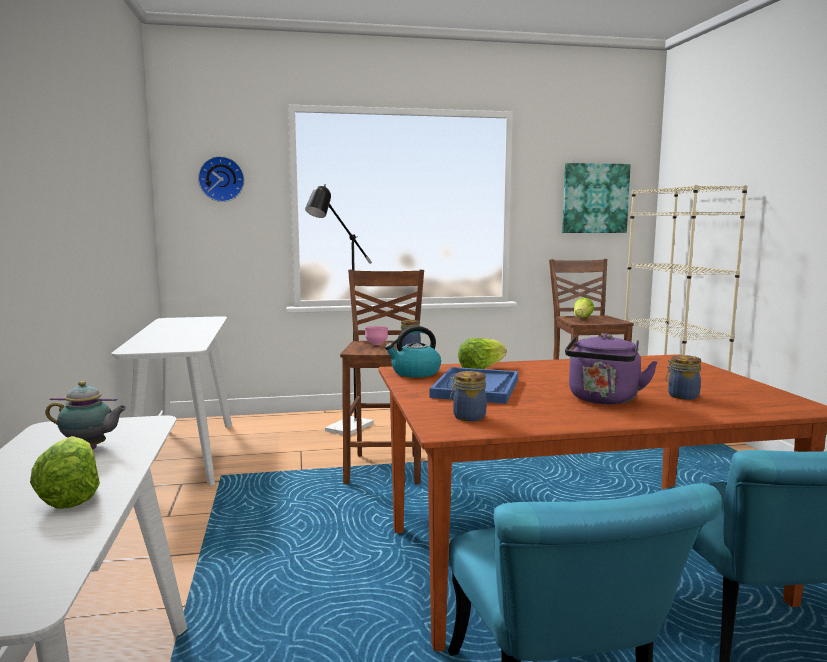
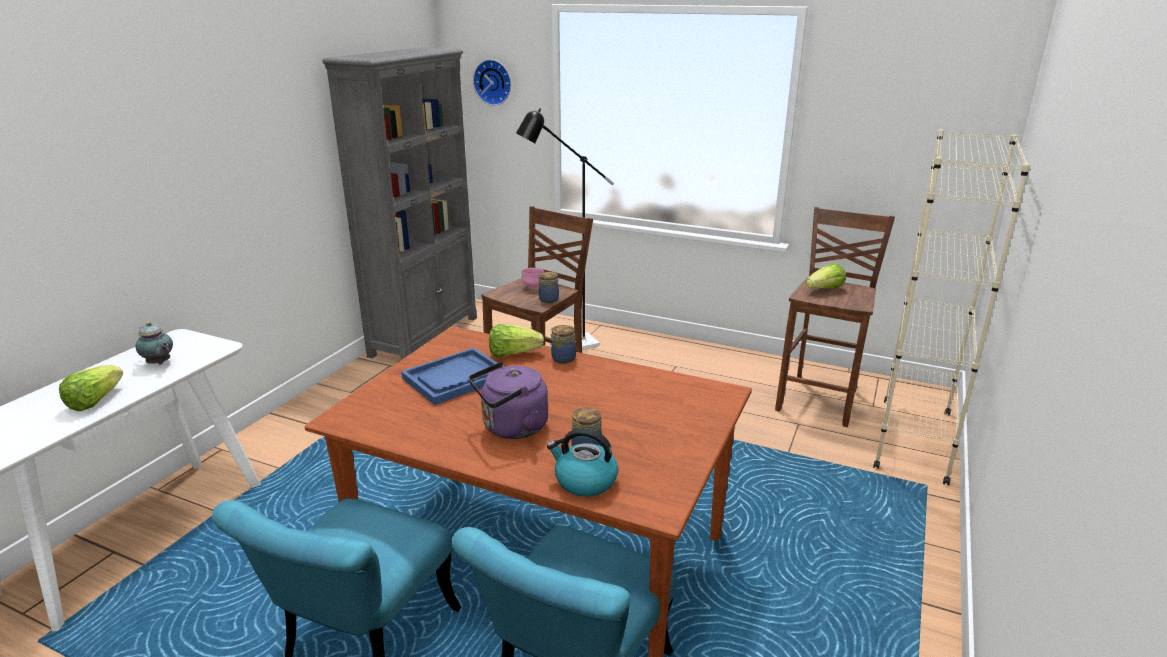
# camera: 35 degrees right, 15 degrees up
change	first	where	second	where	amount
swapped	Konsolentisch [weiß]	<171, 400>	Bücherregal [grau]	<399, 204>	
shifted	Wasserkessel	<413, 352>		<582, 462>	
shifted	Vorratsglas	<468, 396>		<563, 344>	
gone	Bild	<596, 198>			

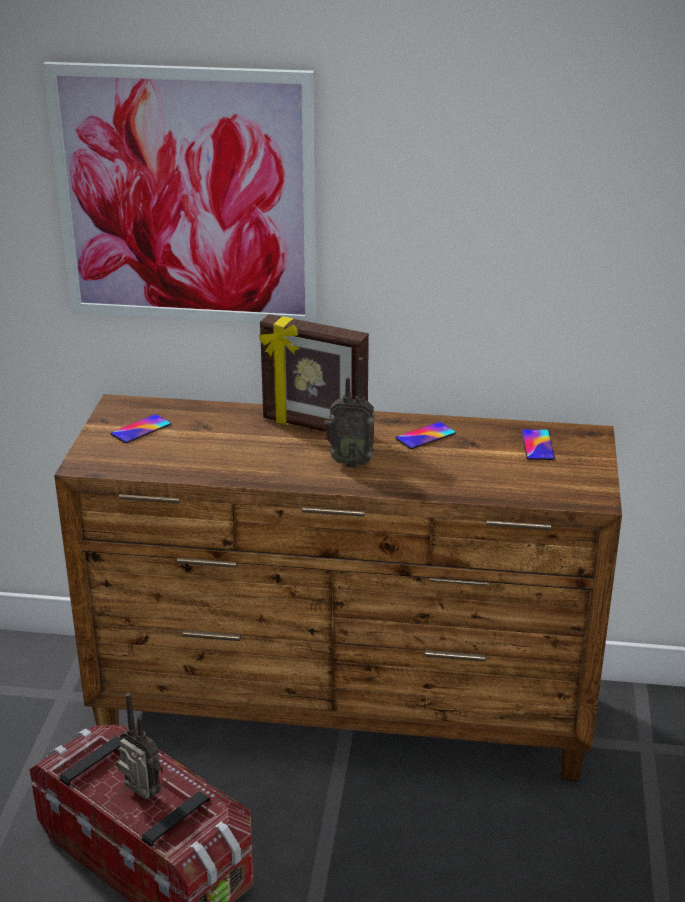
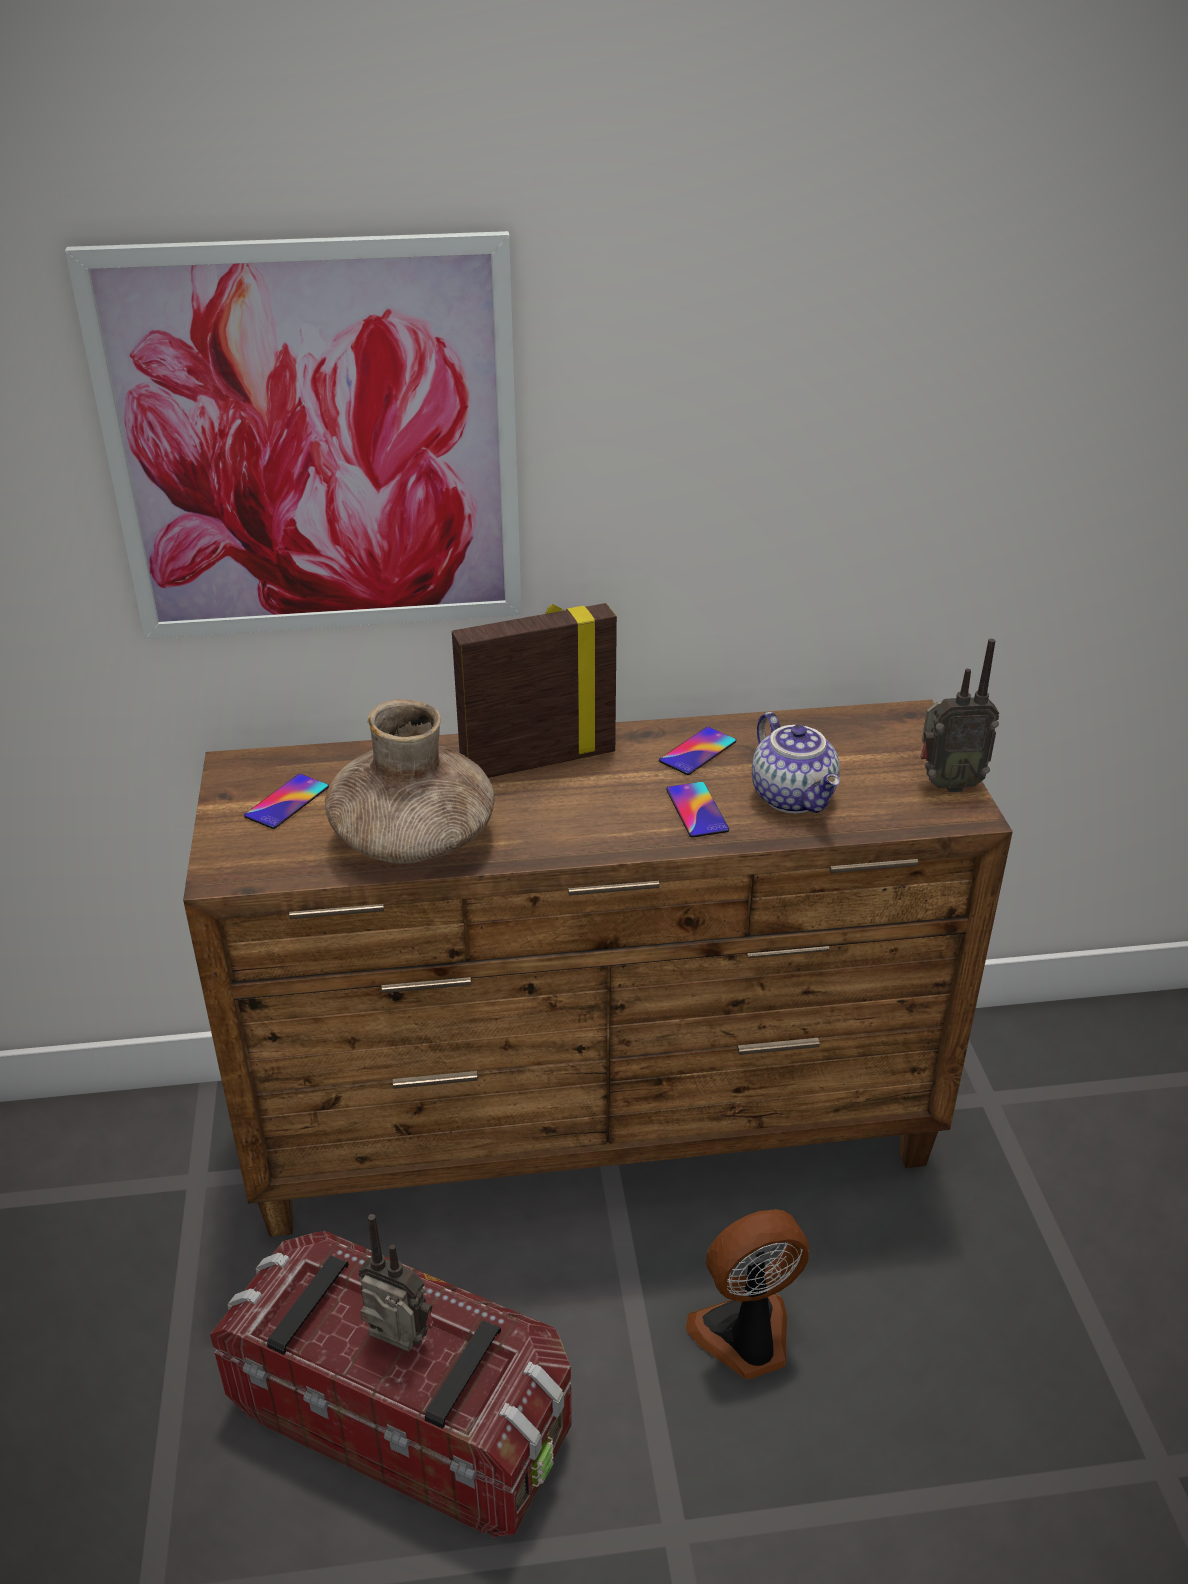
# camera: 15 degrees left, 5 degrees up
change	first	where	second	where	amount
new			Vase [braun]	<409, 781>	
rotated	Bilderrahmen	<314, 373>		<534, 690>	150 degrees clockwise
shifted	Handy	<538, 444>		<697, 809>	
new			Ventilator	<747, 1294>	
new			Teekanne	<796, 763>	
shifted	Radio	<349, 413>		<960, 715>	

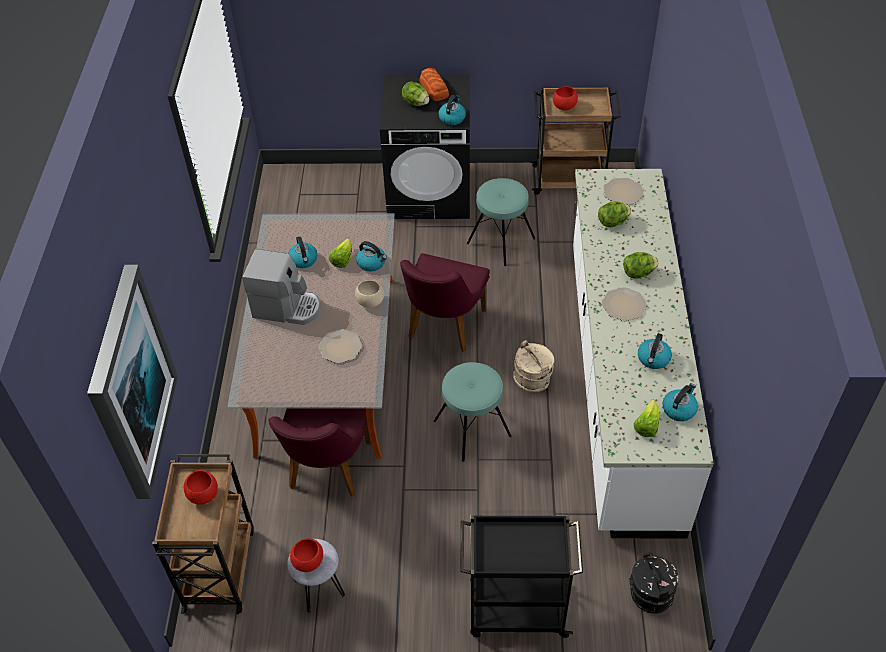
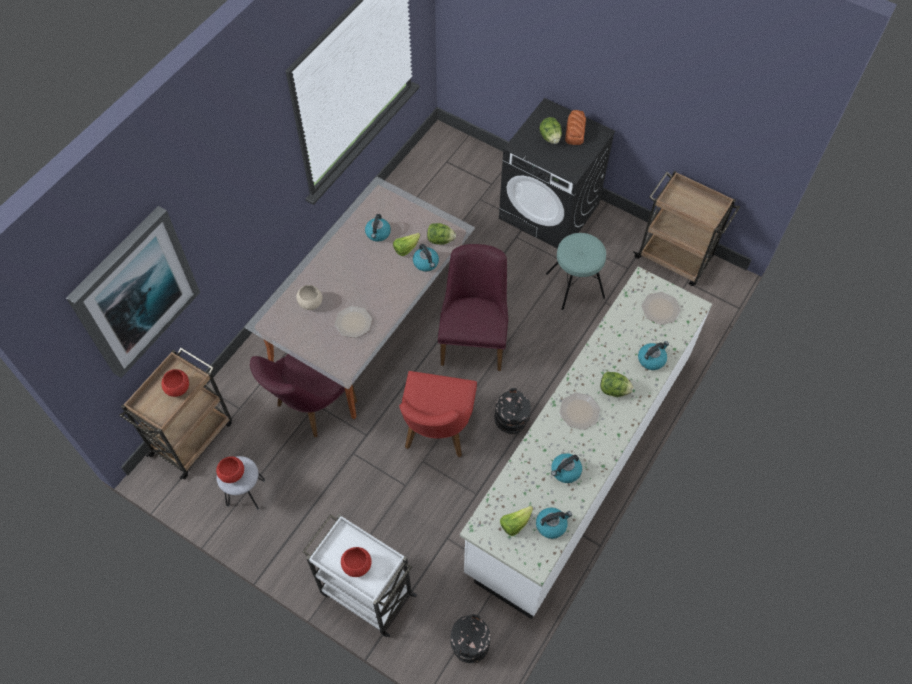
# camera: 30 degrees right, 10 degrees up
change	first	where	second	where	amount
shifted	Schüssel [beige]	<369, 294>		<309, 297>	
repainted	Rollwagen [schwarz]	<522, 576>	Rollwagen [weiß]	<359, 575>	
shifted	Schüssel [rot]	<565, 98>		<356, 562>	
swapped	Hocker [türkis]	<473, 412>	Stuhl [rot]	<438, 414>	
shifted	Salatkopf	<614, 214>		<441, 234>	
rotated	Stuhl [lila]	<445, 302>		<473, 307>	135 degrees clockwise
repainted	Eimer [beige]	<533, 366>	Eimer [schwarz]	<513, 411>	
shifted	Wasserkessel	<452, 110>		<653, 355>	
gone	Kaffeemaschine	<281, 287>			

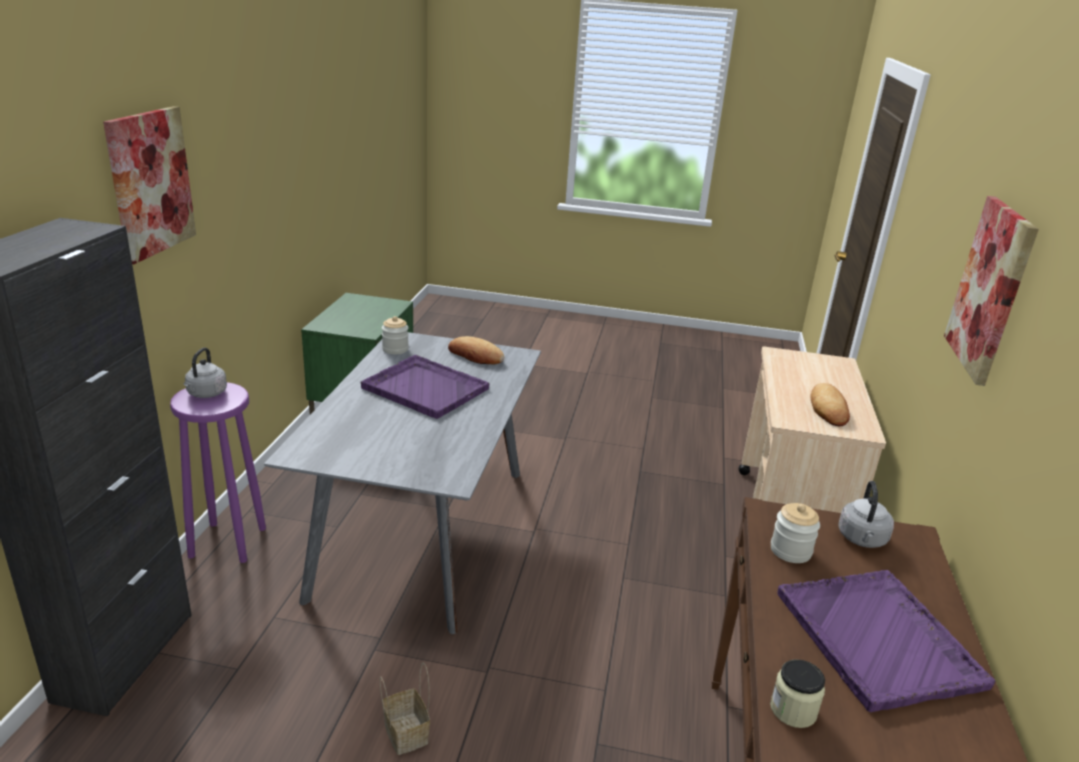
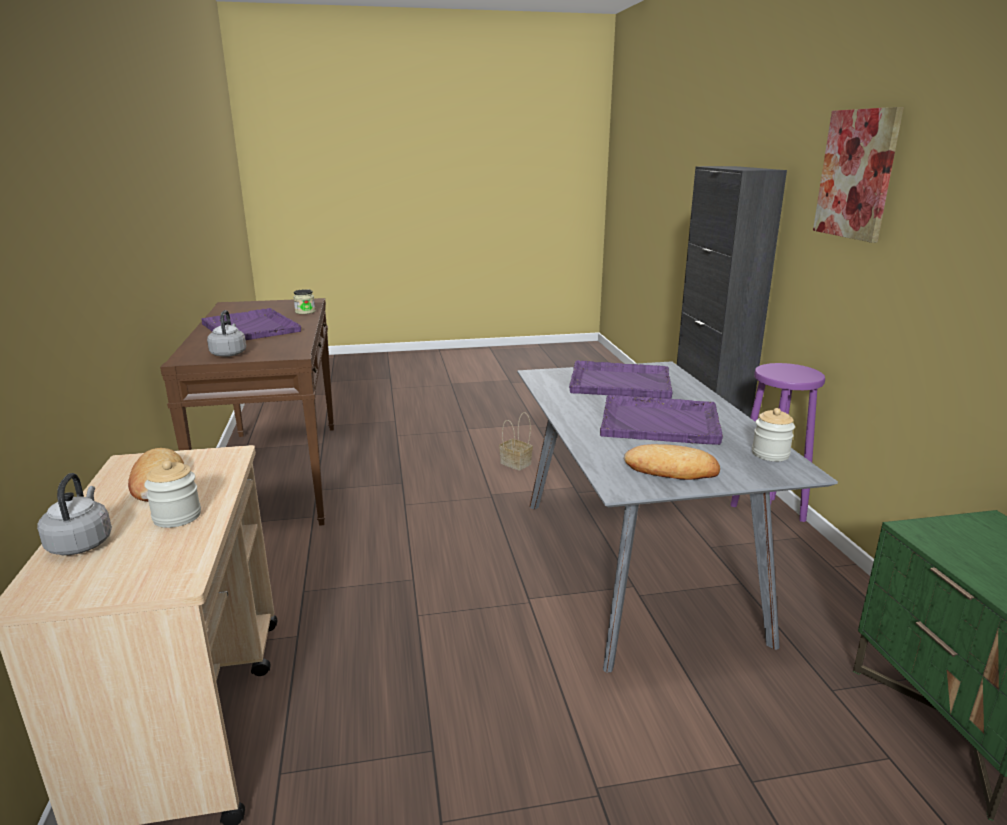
# camera: 160 degrees right, 5 degrees down
change	first	where	second	where	amount
shifted	Wasserkessel [grau]	<205, 372>		<74, 514>	
shifted	Vorratsglas	<795, 533>		<172, 494>	
new			Tablett [lila]	<620, 379>	
gone	Bild	<991, 291>			

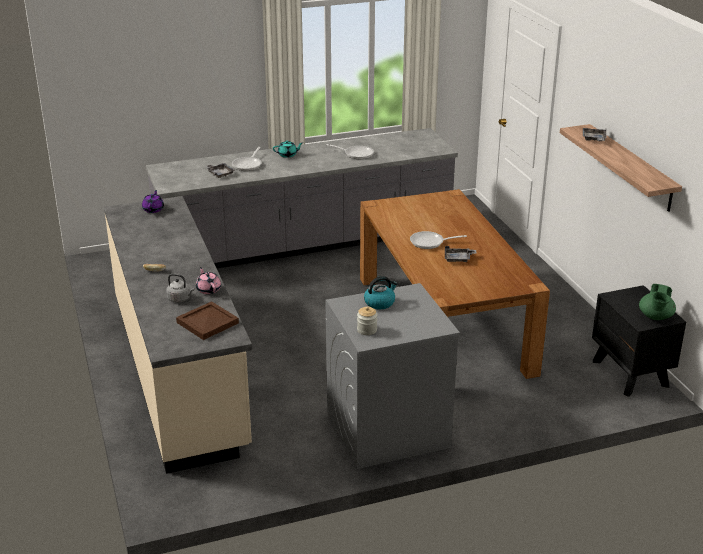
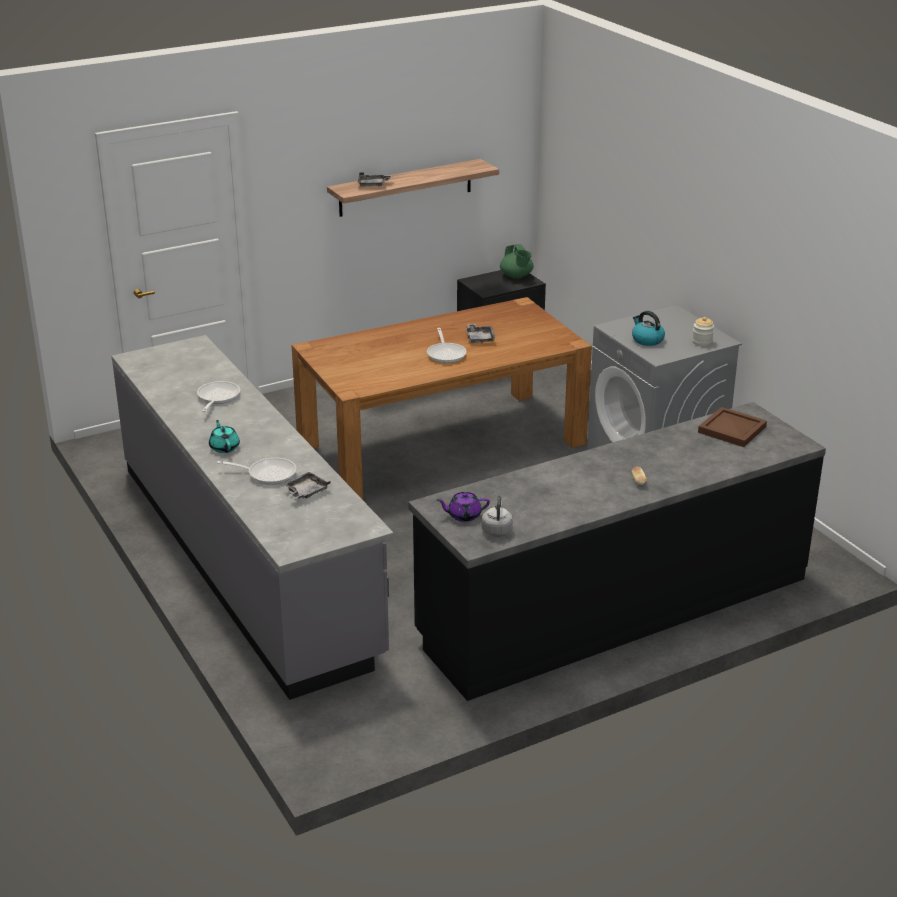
# camera: 100 degrees left, 0 degrees up
change	first	where	second	where	amount
repainted	Küchenzeile [beige]	<178, 335>	Küchenzeile [schwarz]	<617, 551>	
shifted	Wasserkessel [grau]	<180, 288>		<497, 516>	
rotated	Teekanne [grün]	<657, 302>		<517, 261>	60 degrees clockwise
gone	Teekanne [rosa]	<208, 280>			

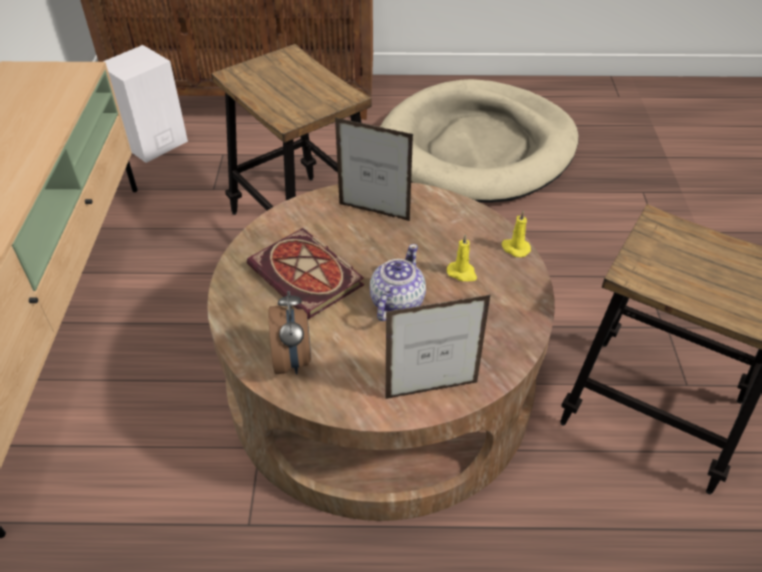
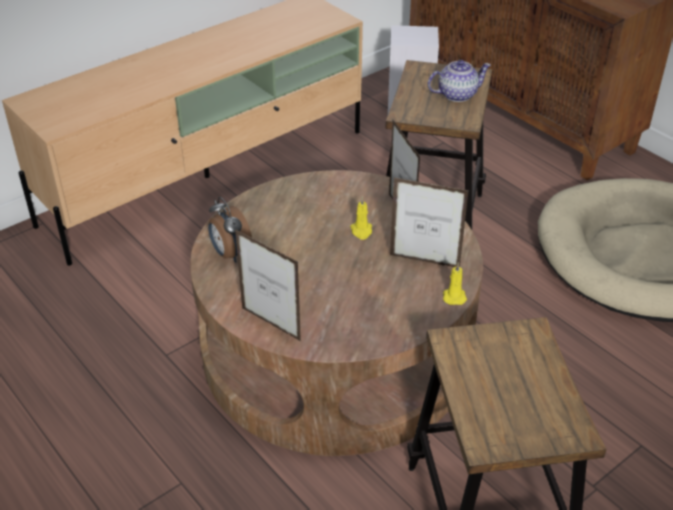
# camera: 50 degrees right, 5 degrees down
change	first	where	second	where	amount
rotated	Wecker	<289, 332>		<230, 230>	105 degrees clockwise
shifted	Kerze [gelb]	<462, 257>		<361, 218>	
new			Bilderrahmen	<429, 222>	
shifted	Teekanne	<398, 282>		<459, 81>	
gone	Buch	<305, 273>			

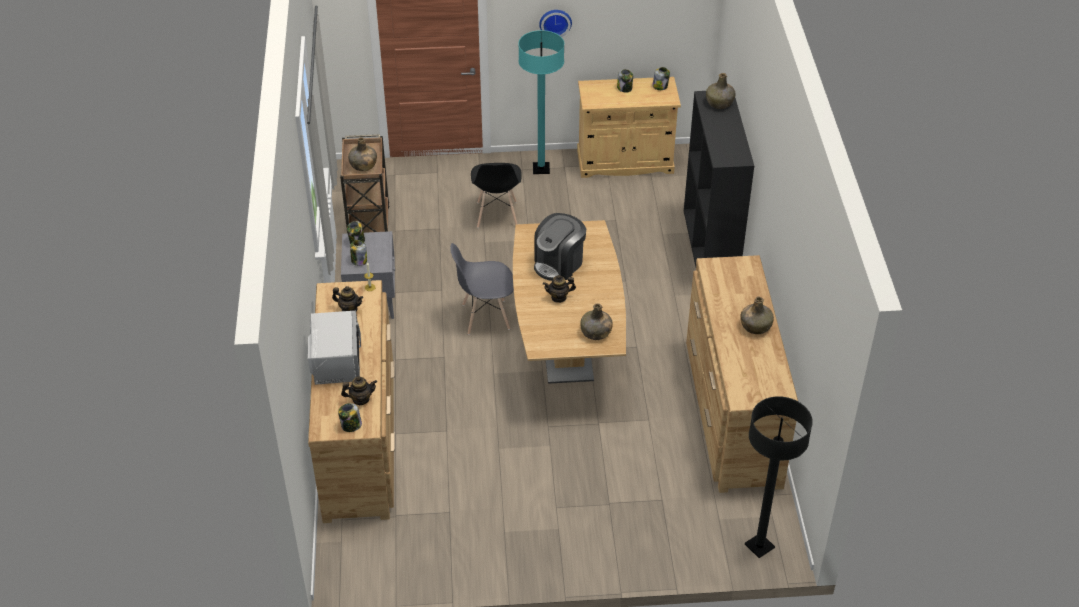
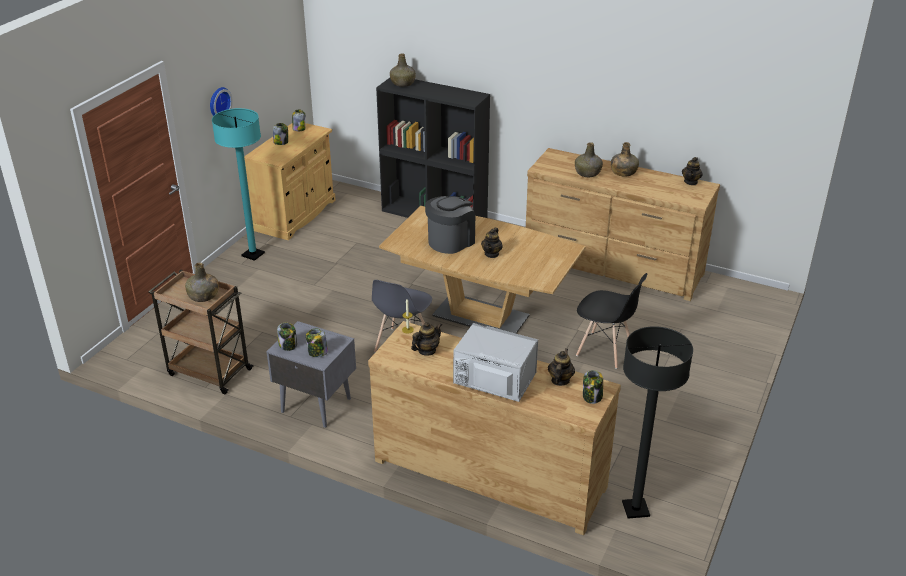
# camera: 60 degrees left, 10 degrees down
change	first	where	second	where	amount
rotated	Kaffeemaschine	<560, 247>		<450, 225>	120 degrees counterclockwise
shifted	Flasche [grün]	<596, 321>		<589, 159>	
shifted	Stuhl [schwarz]	<496, 195>		<611, 321>	
shifted	Stehlampe [schwarz]	<779, 477>		<657, 422>	
new			Teekanne	<692, 171>	

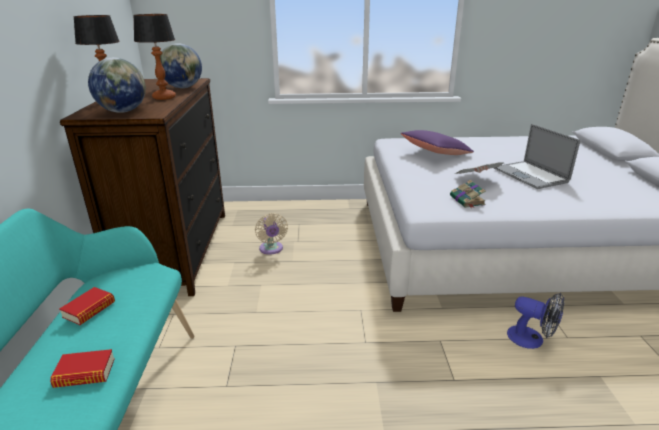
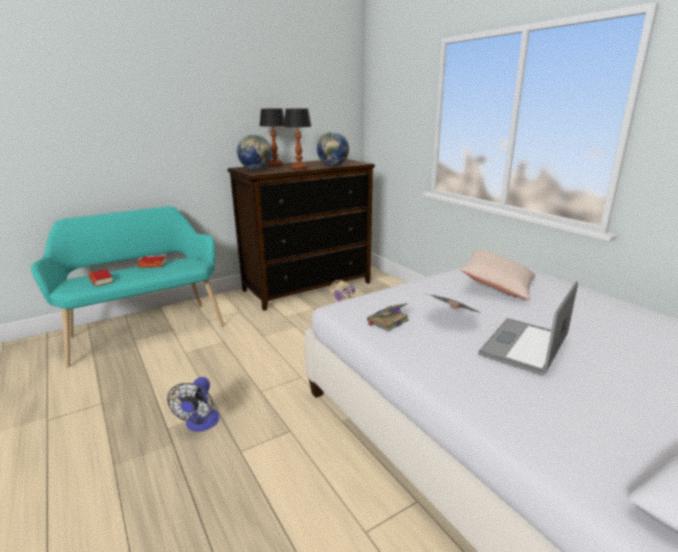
# camera: 60 degrees right, 5 degrees down
change	first	where	second	where	amount
shifted	Ventilator	<535, 321>		<193, 404>	
repainted	Kissen [lila]	<437, 142>	Kissen [beige]	<498, 274>	

